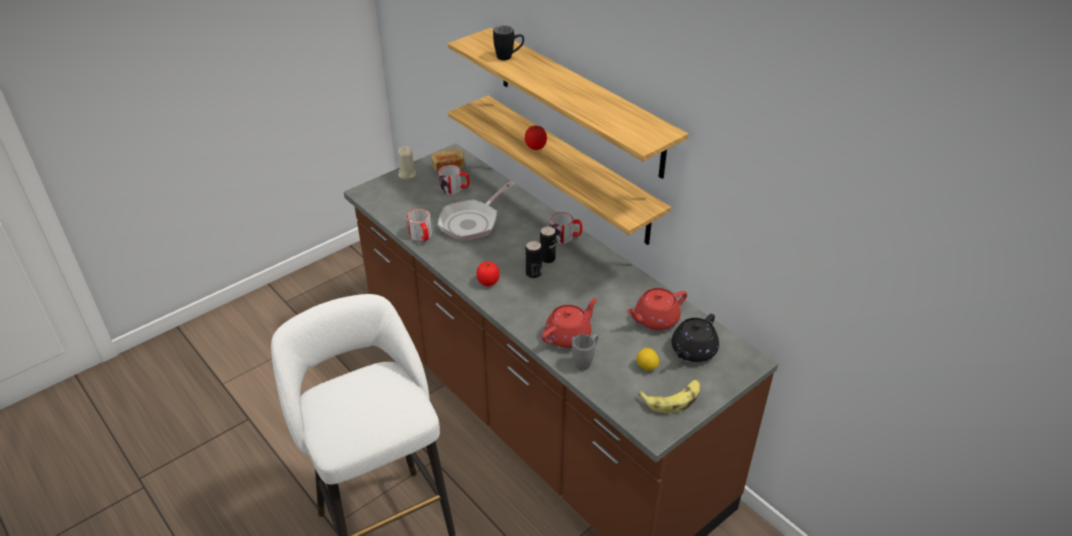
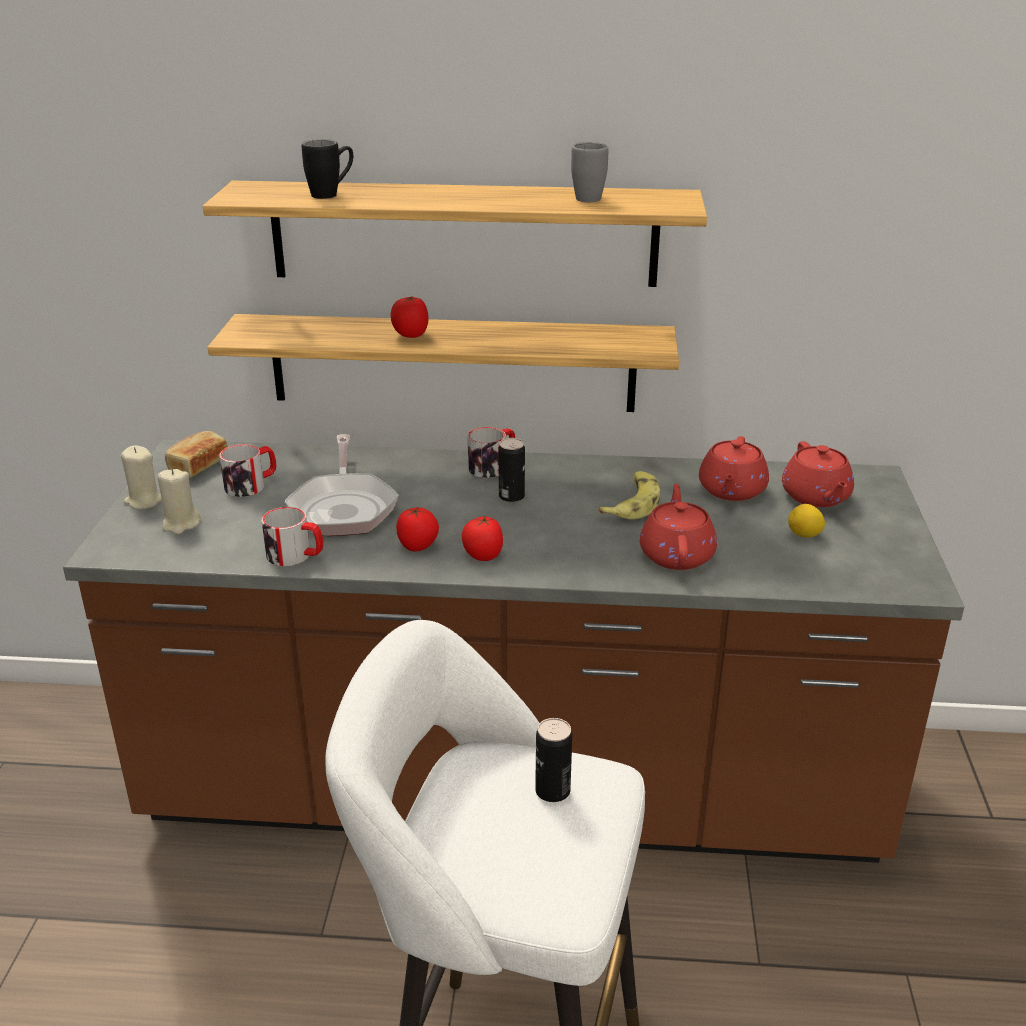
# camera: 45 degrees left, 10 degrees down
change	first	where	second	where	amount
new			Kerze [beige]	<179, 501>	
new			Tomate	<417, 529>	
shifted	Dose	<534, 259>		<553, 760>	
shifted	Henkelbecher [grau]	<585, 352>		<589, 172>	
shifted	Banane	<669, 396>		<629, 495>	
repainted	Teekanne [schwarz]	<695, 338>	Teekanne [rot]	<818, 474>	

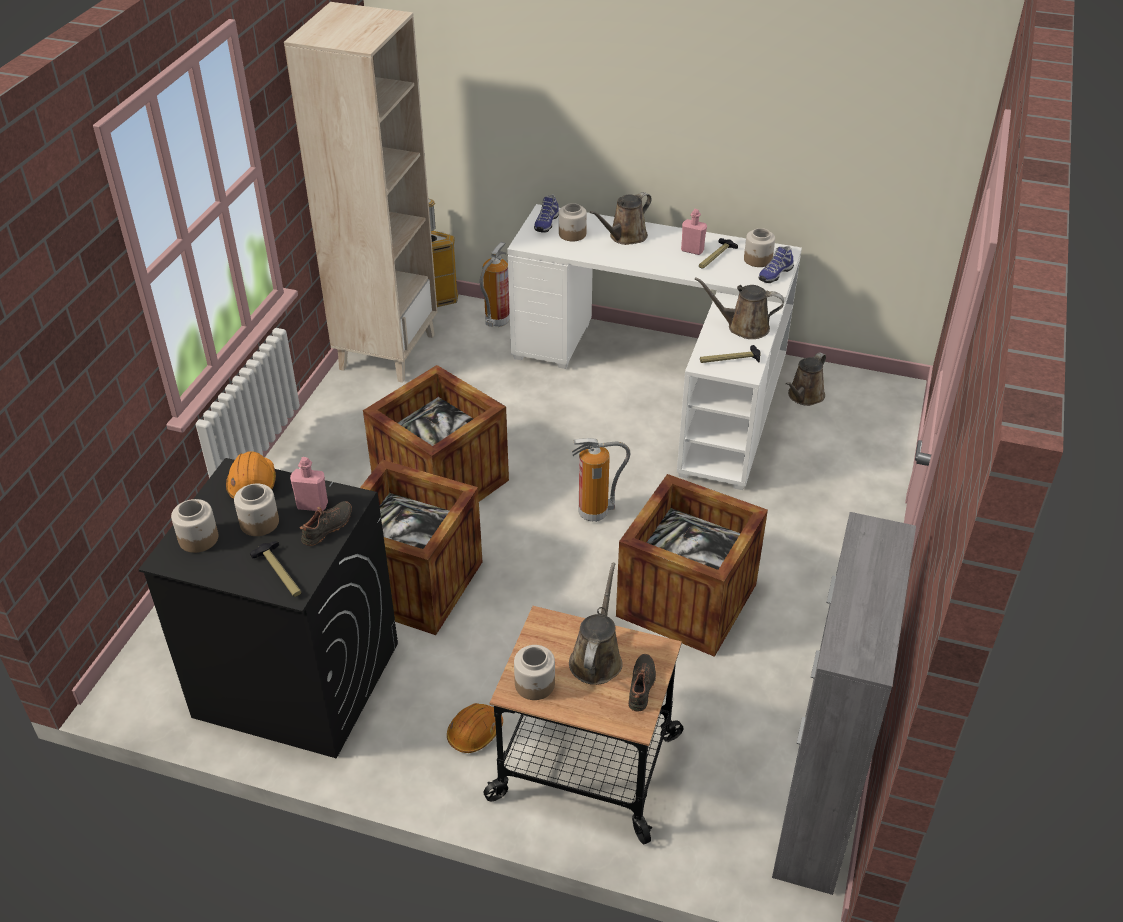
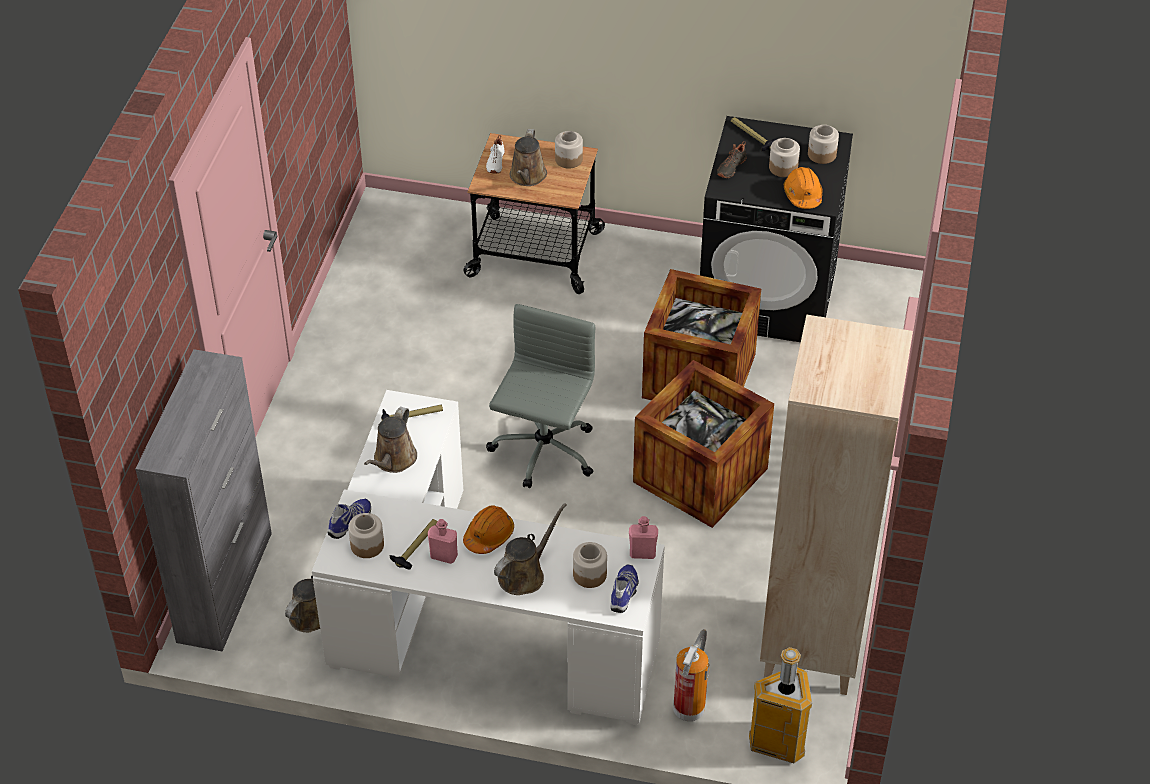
# camera: 175 degrees right, 5 degrees up
change	first	where	second	where	amount
shifted	Schrank [grau]	<844, 703>		<203, 500>	
rotated	Gießkanne [braun]	<739, 308>		<390, 440>	105 degrees clockwise
shifted	Schutzhelm [orange]	<475, 728>		<488, 529>	
repainted	Schuh [schwarz]	<642, 683>	Schuh [weiß]	<495, 154>	
swapped	Feuerlöscher	<601, 480>	Bürostuhl [grau]	<541, 396>	
shifted	Flasche [rosa]	<309, 484>		<643, 537>	
gone	Kiste	<692, 565>			

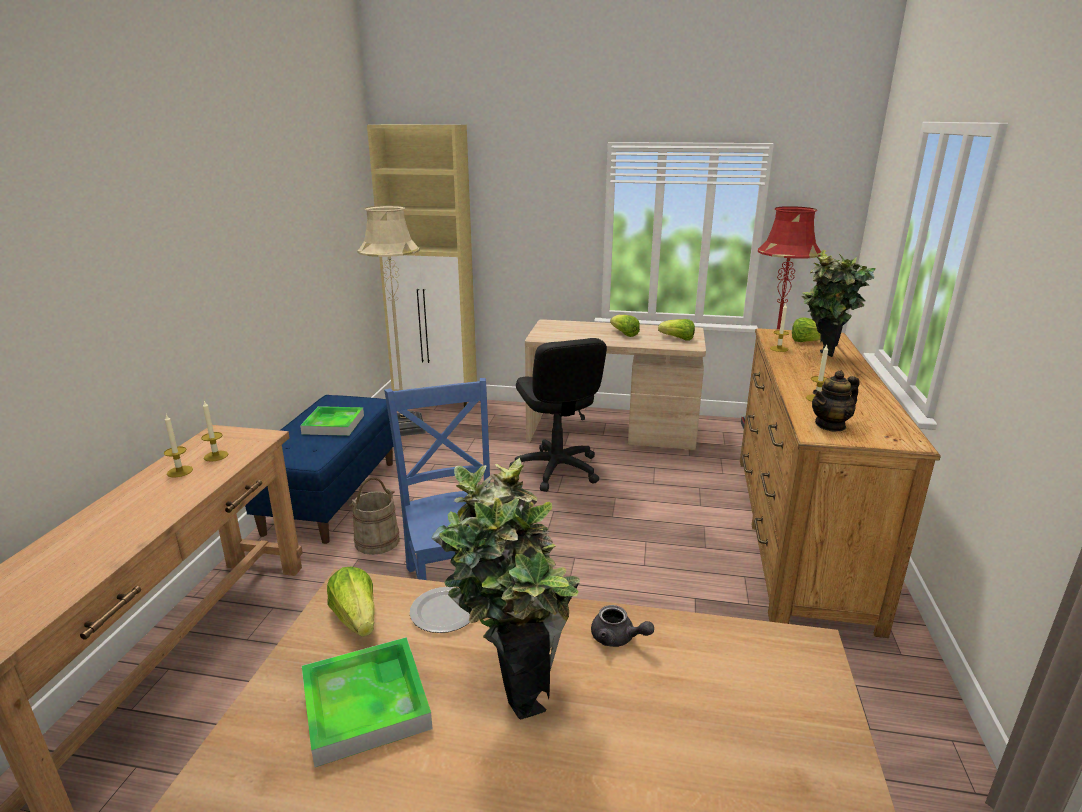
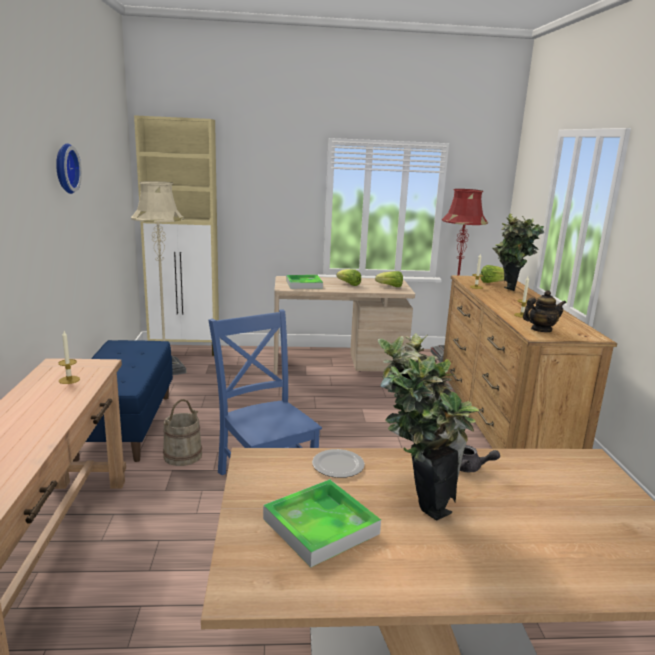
# camera: 15 degrees left, 5 degrees down
change	first	where	second	where	amount
new			Wanduhr	<69, 168>	
shifted	Tablett	<332, 421>		<304, 282>	
rotated	Teekanne	<836, 401>		<544, 311>	150 degrees counterclockwise
gone	Kerze	<178, 446>			
gone	Salatkopf	<351, 601>			
gone	Bürostuhl [schwarz]	<558, 415>			

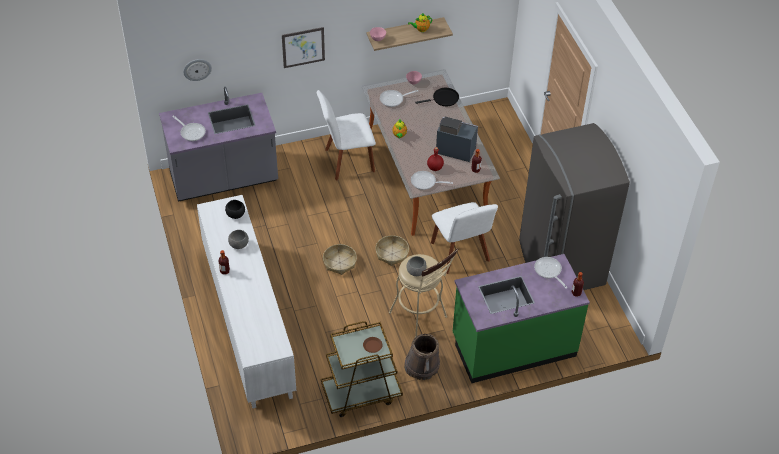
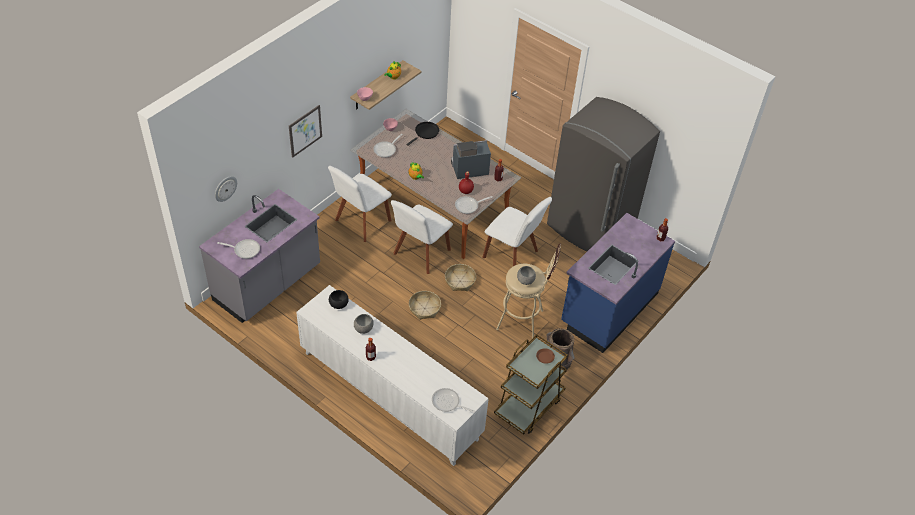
# camera: 35 degrees left, 0 degrees up
change	first	where	second	where	amount
new			Stuhl [weiß]	<422, 237>	
shifted	Pfanne	<551, 273>		<454, 400>	
repainted	Küchenzeile [grün]	<521, 318>	Küchenzeile [blau]	<618, 283>	

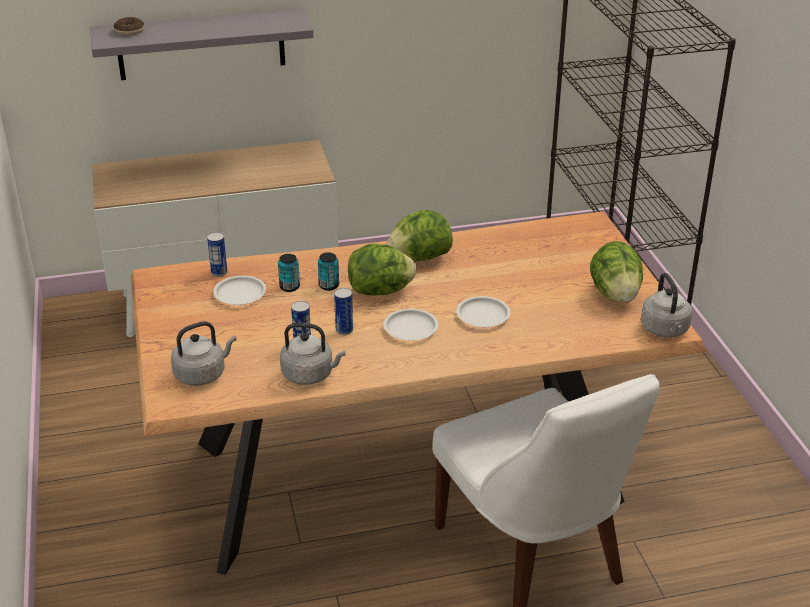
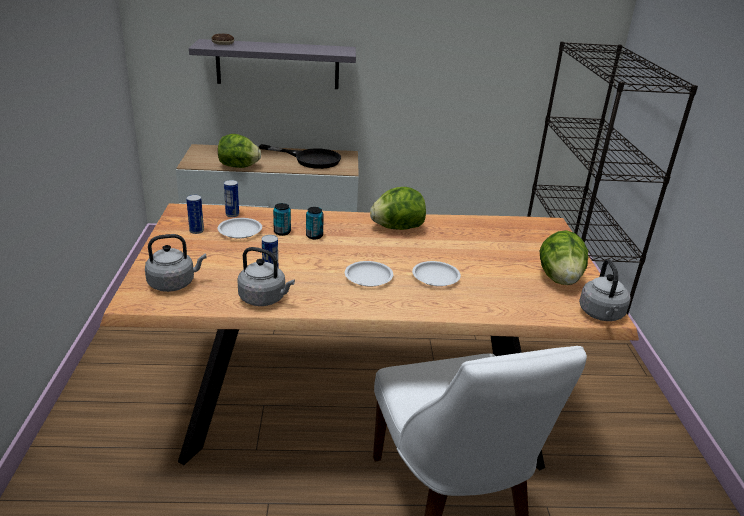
# camera: 10 degrees right, 5 degrees down
change	first	where	second	where	amount
shifted	Dose	<343, 311>		<195, 214>	
shifted	Salatkopf	<382, 269>		<239, 151>	
new			Pfanne [schwarz]	<300, 156>	

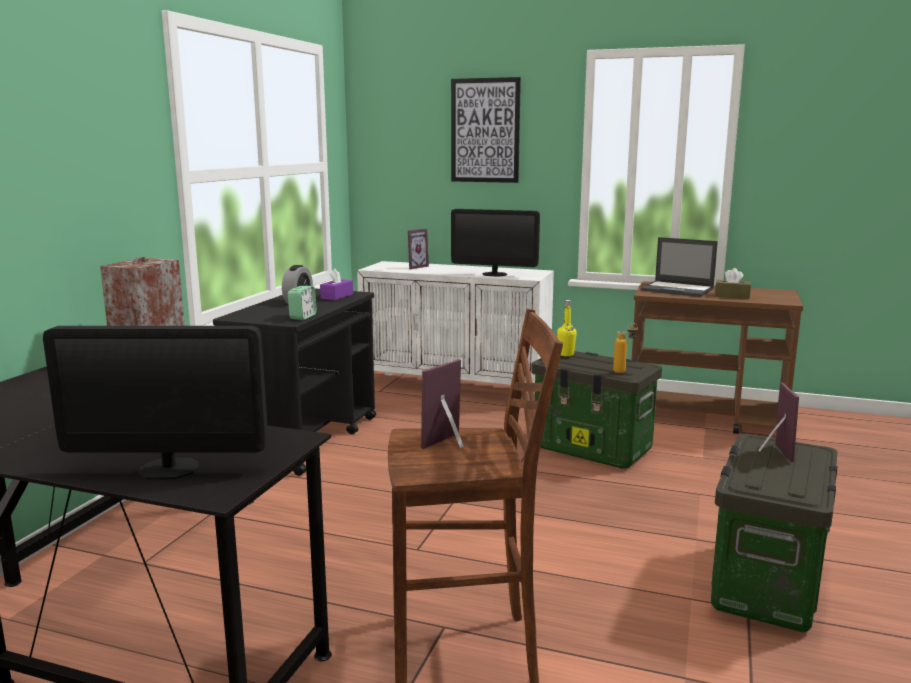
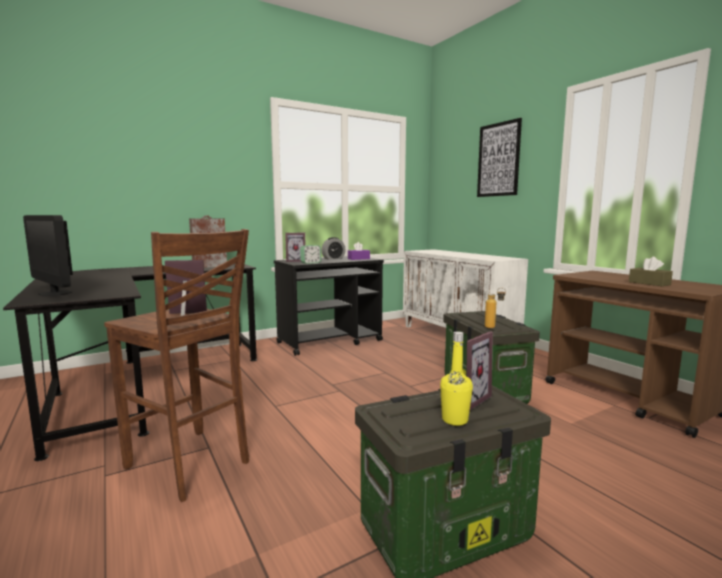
# camera: 40 degrees right, 5 degrees down
change	first	where	second	where	amount
shifted	Bilderrahmen	<418, 249>		<295, 247>	
shifted	Flasche [gelb]	<567, 328>		<456, 378>	
gone	Monitor	<495, 243>			
gone	Laptop	<679, 267>			

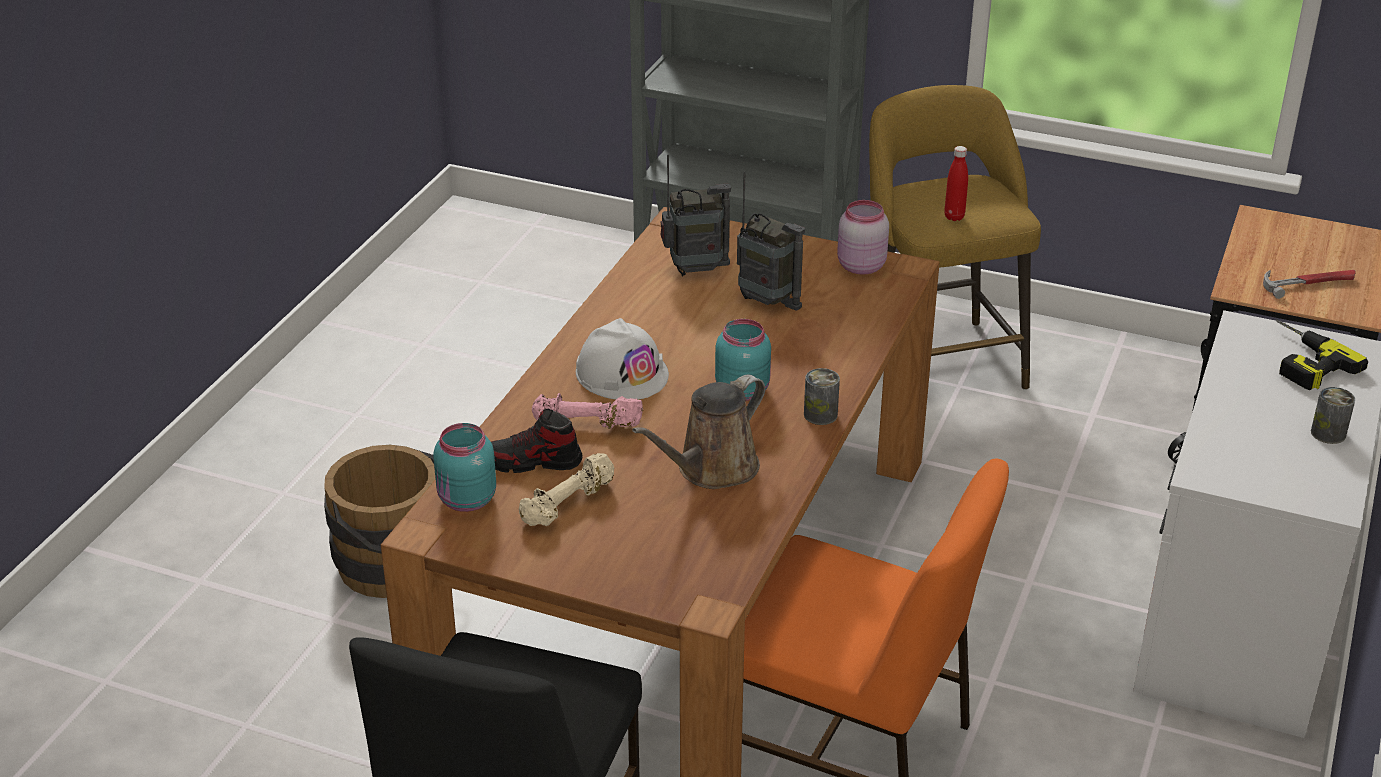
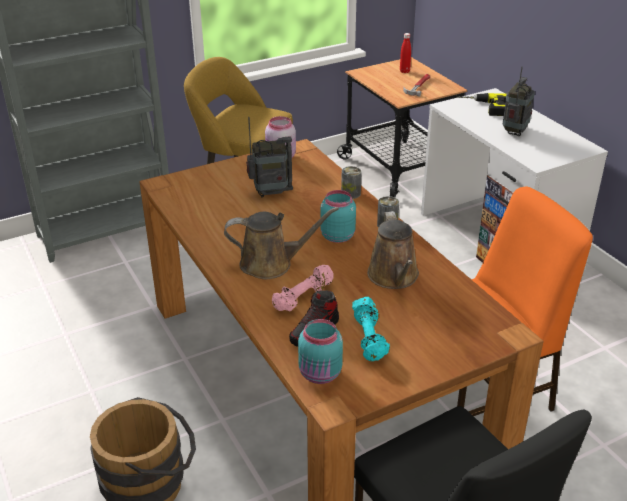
# camera: 50 degrees left, 0 degrees up
change	first	where	second	where	amount
swapped	Schutzhelm [weiß]	<622, 359>	Gießkanne [braun]	<281, 243>	
shifted	Dose	<1333, 415>		<351, 182>	
repainted	Hantel [beige]	<567, 489>	Hantel [türkis]	<371, 329>	
shifted	Flasche [rot]	<956, 183>		<405, 53>	
shifted	Radio	<695, 216>		<519, 101>	

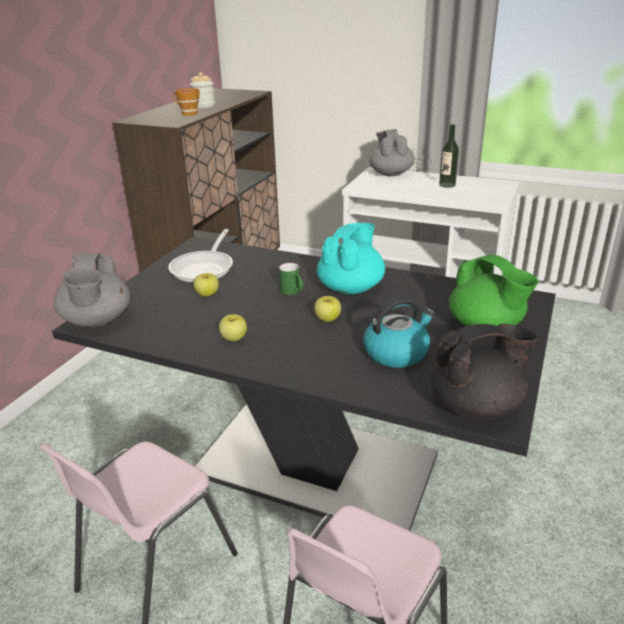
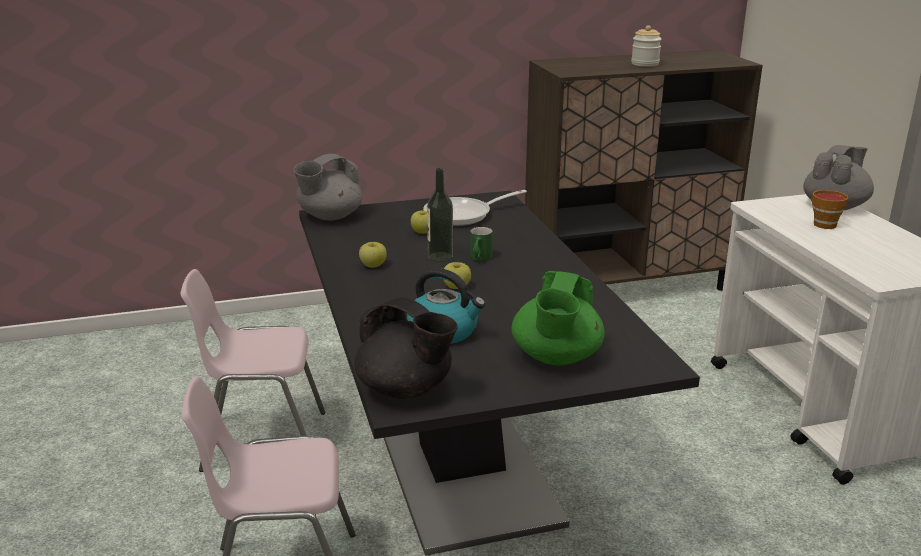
# camera: 50 degrees right, 5 degrees down
change	first	where	second	where	amount
shifted	Flasche	<449, 156>		<440, 215>	
shifted	Tasse	<186, 102>		<829, 209>	
gone	Teekanne [türkis]	<351, 258>			

